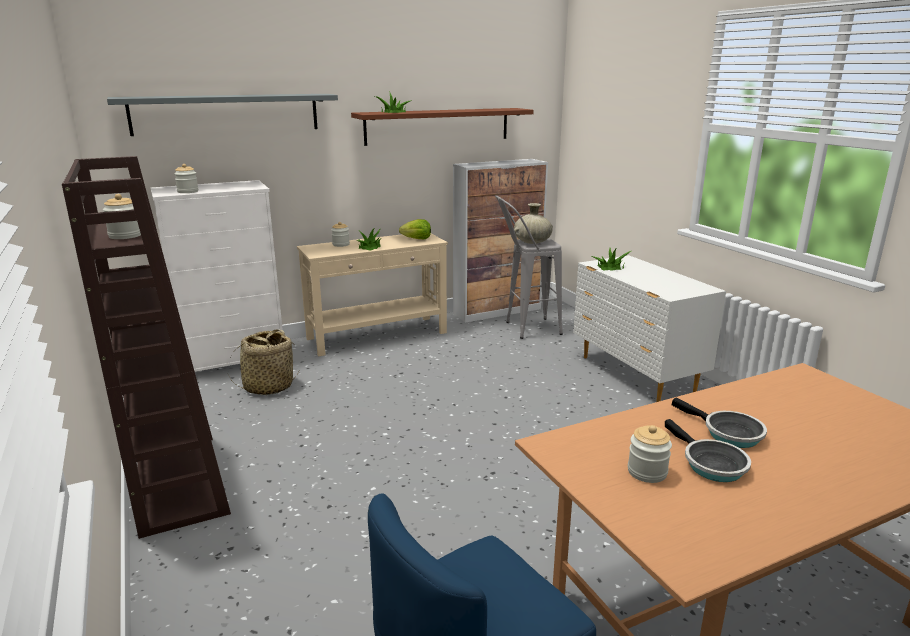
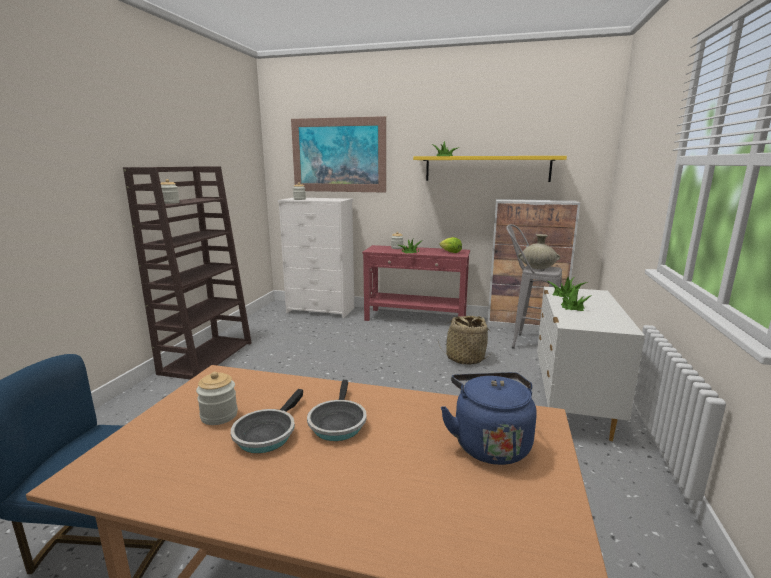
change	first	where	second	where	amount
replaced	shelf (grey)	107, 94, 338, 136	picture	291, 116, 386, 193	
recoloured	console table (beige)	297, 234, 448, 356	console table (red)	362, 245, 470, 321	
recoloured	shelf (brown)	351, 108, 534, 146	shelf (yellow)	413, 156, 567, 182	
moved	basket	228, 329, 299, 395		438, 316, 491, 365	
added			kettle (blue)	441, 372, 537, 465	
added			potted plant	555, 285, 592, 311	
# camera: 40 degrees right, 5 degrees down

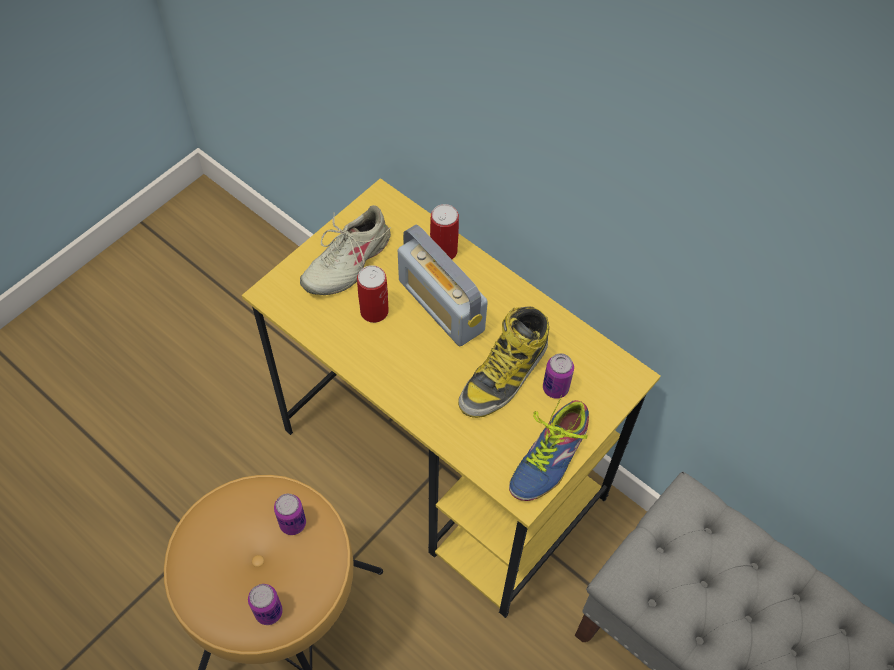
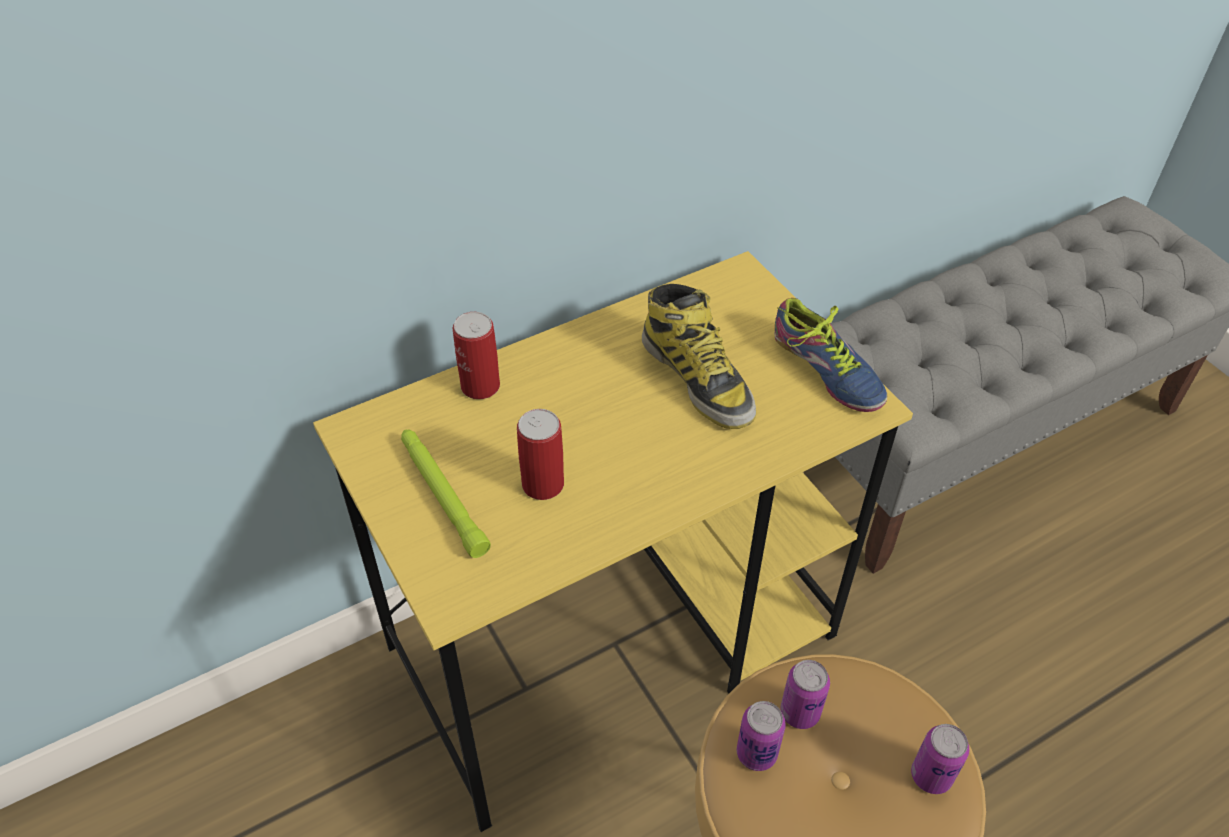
change	first	where	second	where	amount
replaced	shoe (beige)	300, 205, 391, 295	flashlight (green)	401, 430, 491, 558	
moved	can	543, 354, 574, 399		737, 701, 786, 771	
removed	radio	398, 225, 488, 346			
# camera: 70 degrees left, 10 degrees down

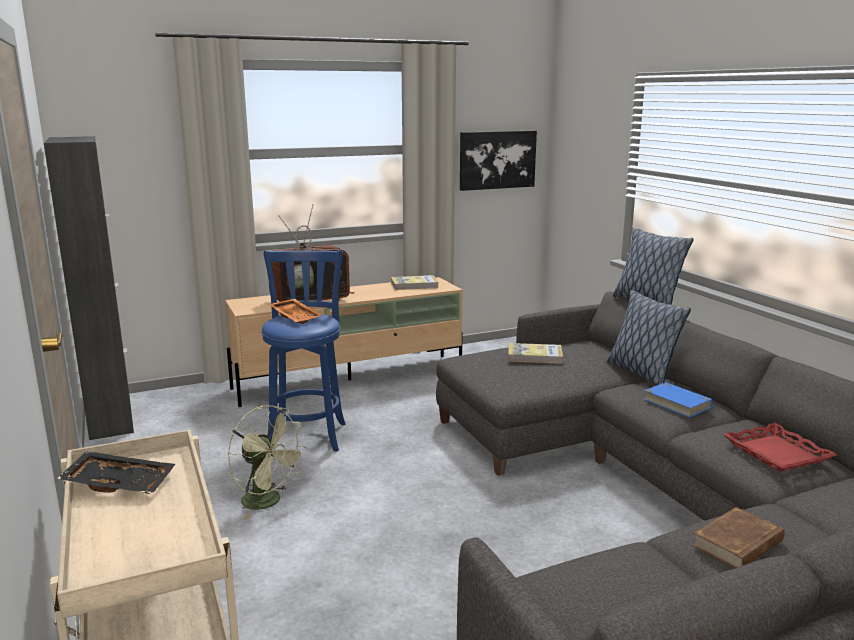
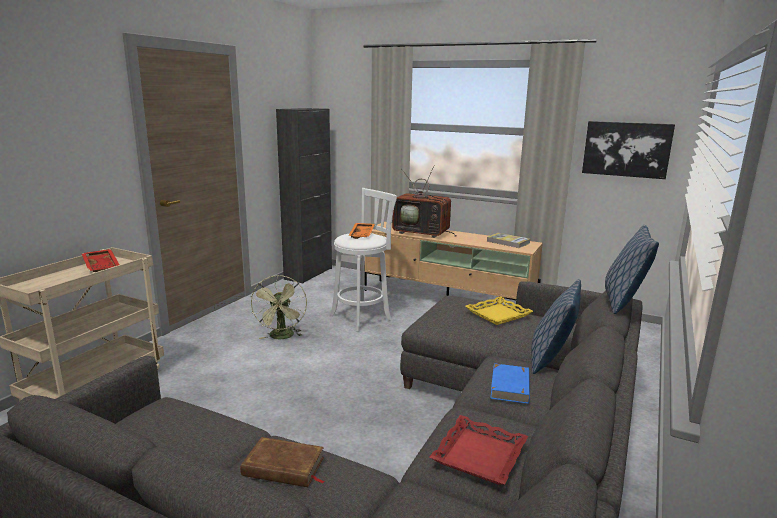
change	first	where	second	where	amount
recoloured	tray (black)	57, 451, 175, 494	tray (red)	81, 249, 119, 272	
recoloured	stool (blue)	261, 250, 346, 452	stool (white)	330, 188, 397, 331	
replaced	book	508, 343, 563, 364	tray (yellow)	465, 296, 533, 325	
# camera: 50 degrees right, 0 degrees up

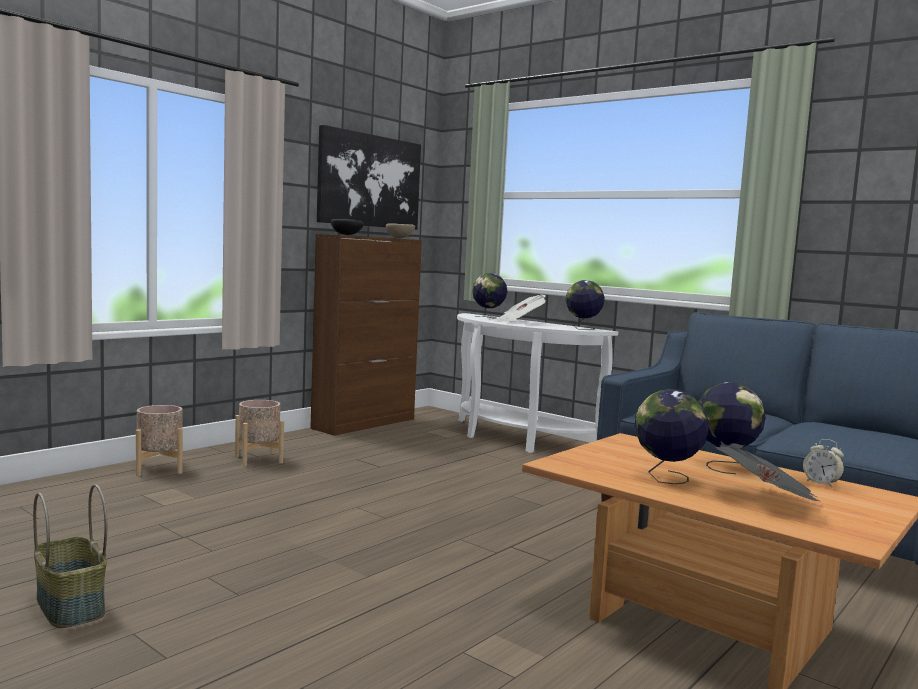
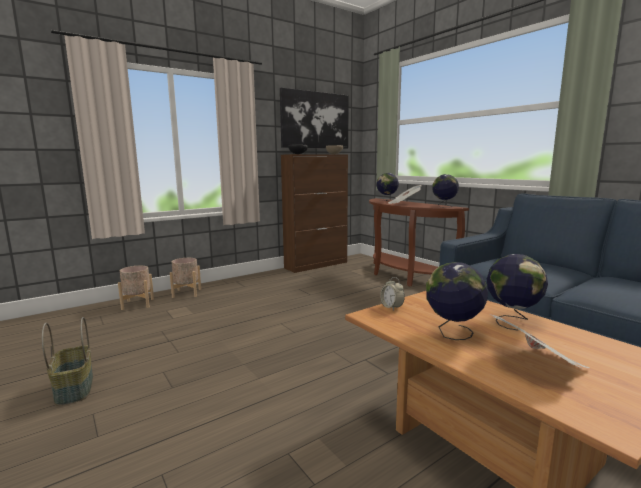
change	first	where	second	where	amount
moved	planter (beige)	235, 400, 284, 467		118, 266, 154, 310	
recoloured	console table (white)	457, 313, 618, 453	console table (brown)	369, 198, 469, 287	
moved	alarm clock	803, 439, 844, 487		380, 277, 405, 311	
# camera: 15 degrees right, 5 degrees up

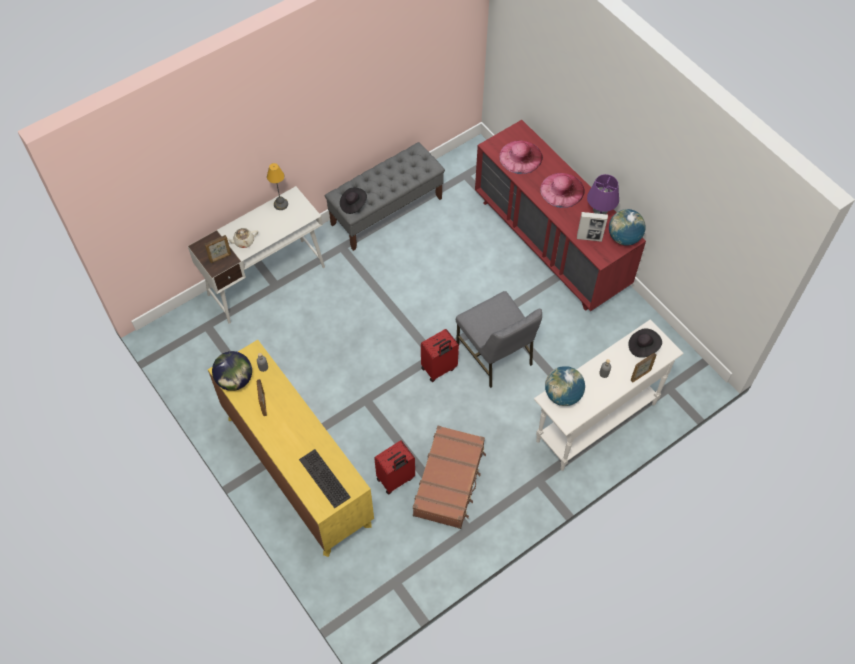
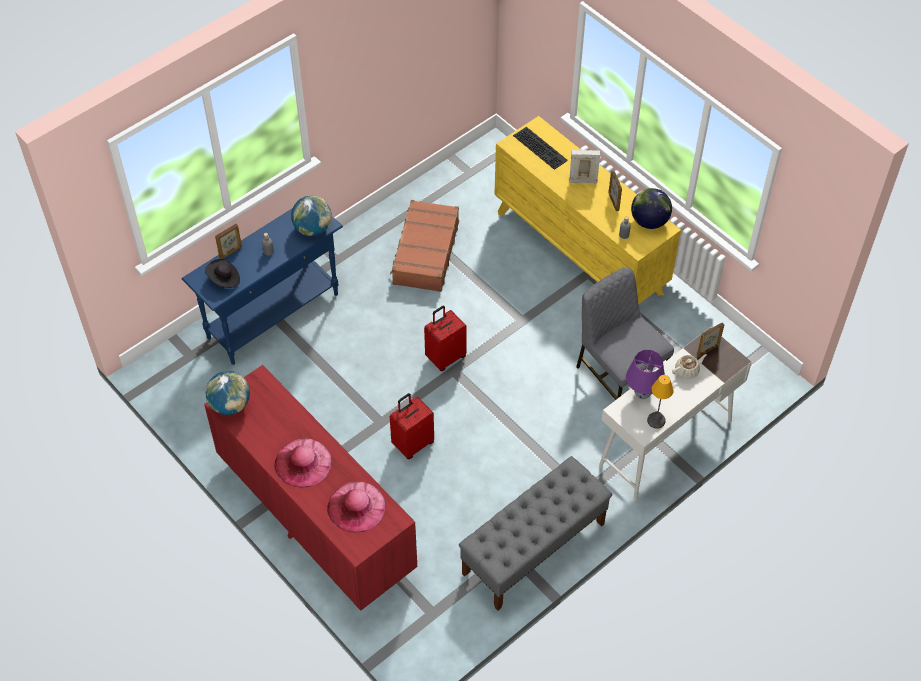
change	first	where	second	where	amount
recoloured	console table (white)	534, 319, 684, 471	console table (blue)	182, 209, 343, 365	
moved	suitcase (red)	374, 440, 415, 495		390, 393, 434, 459	
moved	picture frame	577, 212, 608, 242		570, 150, 600, 183	
moved	chair (grey)	456, 291, 542, 388		576, 268, 674, 400	
moved	table lamp (purple)	587, 174, 619, 214		626, 349, 665, 399	
removed	hat (black)	340, 188, 367, 214			
# camera: 175 degrees right, 5 degrees down

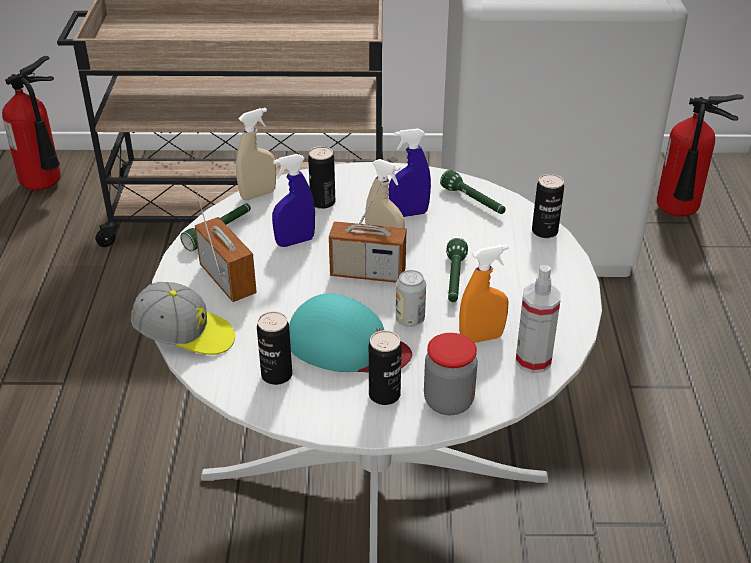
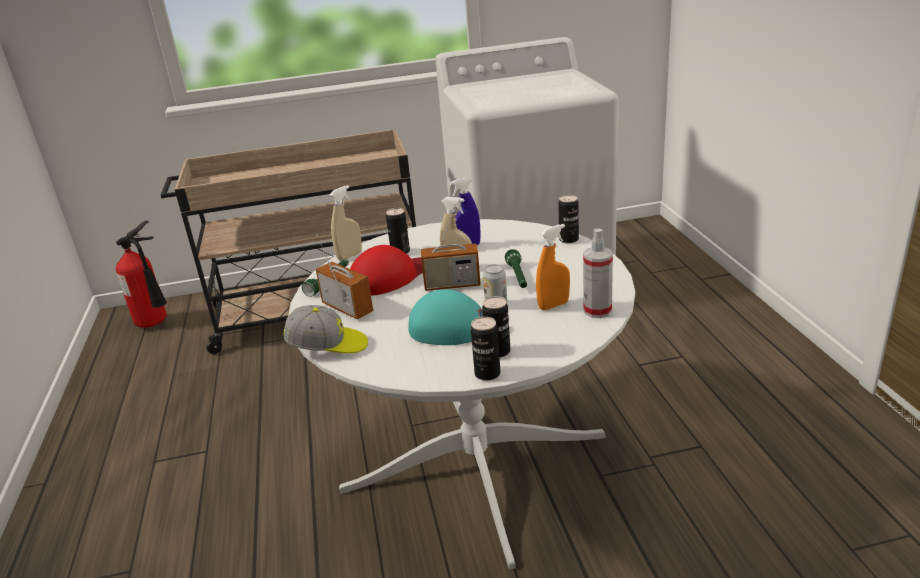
change	first	where	second	where	amount
replaced	spray bottle (blue)	272, 154, 315, 247	cap (red)	350, 245, 423, 296	
moved	can	257, 311, 292, 385		471, 317, 500, 381	
removed	jar	424, 333, 478, 415			
removed	flashlight (green)	440, 170, 506, 214			
removed	fire extinguisher	657, 94, 744, 217			
# camera: 10 degrees left, 10 degrees down

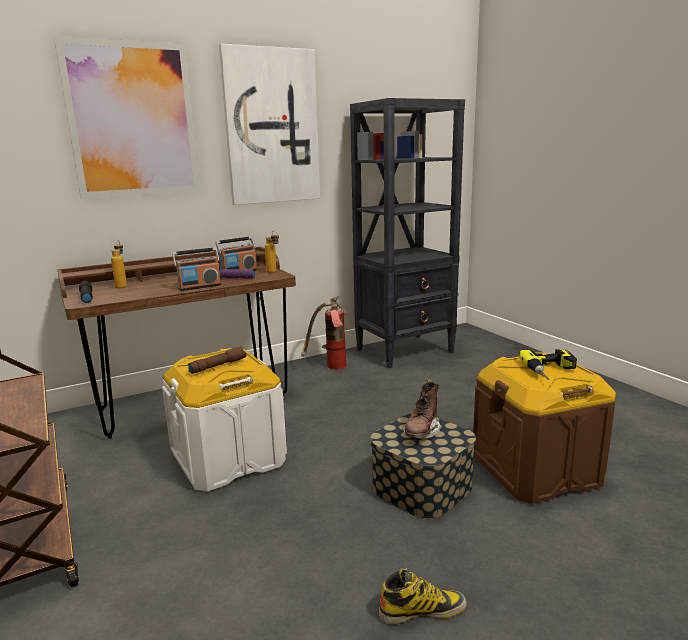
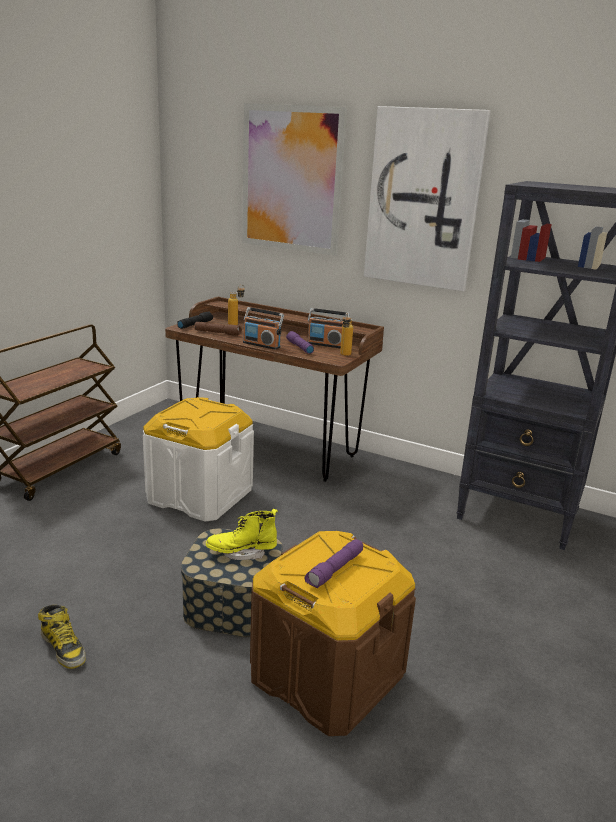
change	first	where	second	where	amount
moved	flashlight (brown)	188, 347, 246, 374		195, 322, 242, 336	
recoloured	boot (brown)	403, 379, 440, 439	boot (yellow)	206, 509, 278, 560	
replaced	power drill	519, 349, 577, 380	flashlight (purple)	305, 539, 363, 588	
removed	fire extinguisher	301, 296, 346, 370			
# camera: 55 degrees right, 5 degrees up

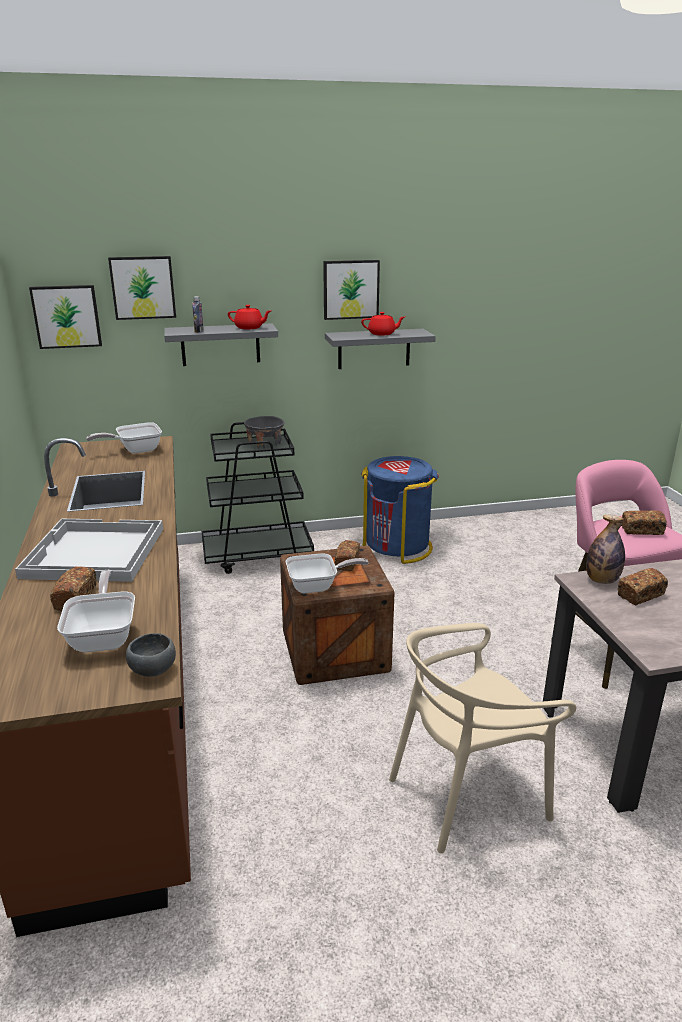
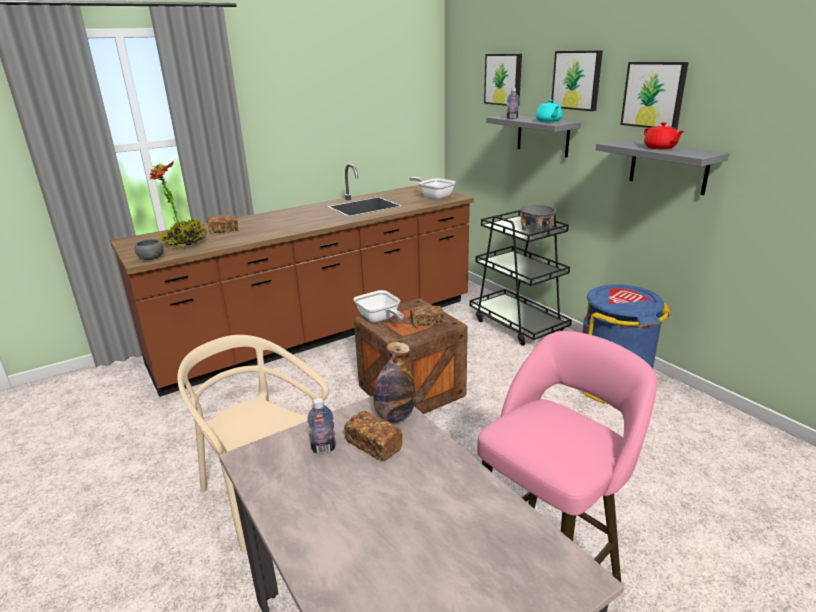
change	first	where	second	where	amount
replaced	frying pan	57, 570, 135, 652	potted plant	149, 161, 207, 248	
added			bottle	307, 398, 336, 454	
recoloured	teapot (red)	228, 305, 271, 330	teapot (turquoise)	536, 100, 563, 122	
moved	picture	29, 285, 102, 349		551, 50, 603, 111	
removed	tray (white)	15, 519, 163, 582			
removed	bread	621, 510, 667, 535			
# camera: 70 degrees right, 0 degrees up

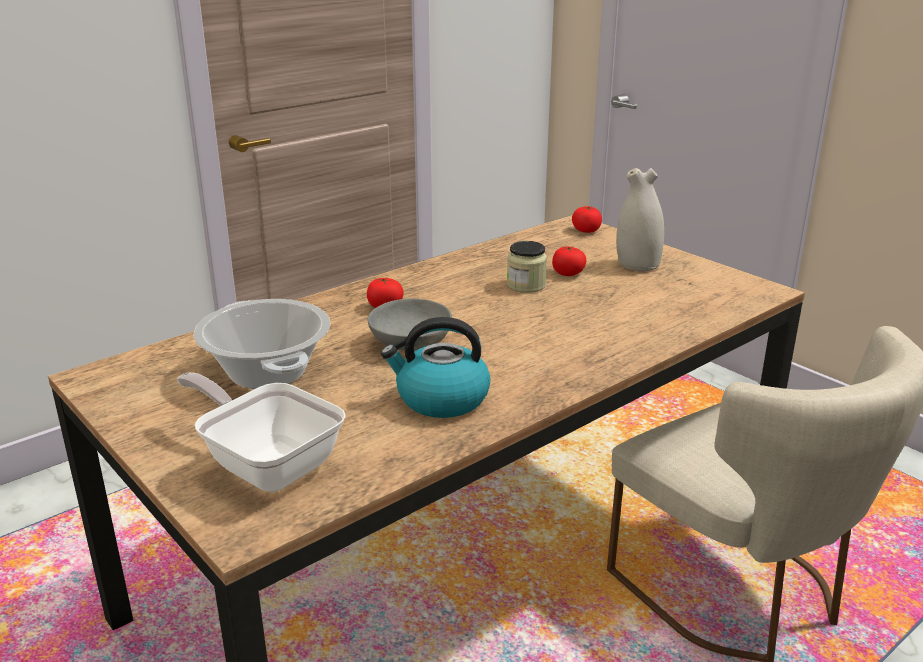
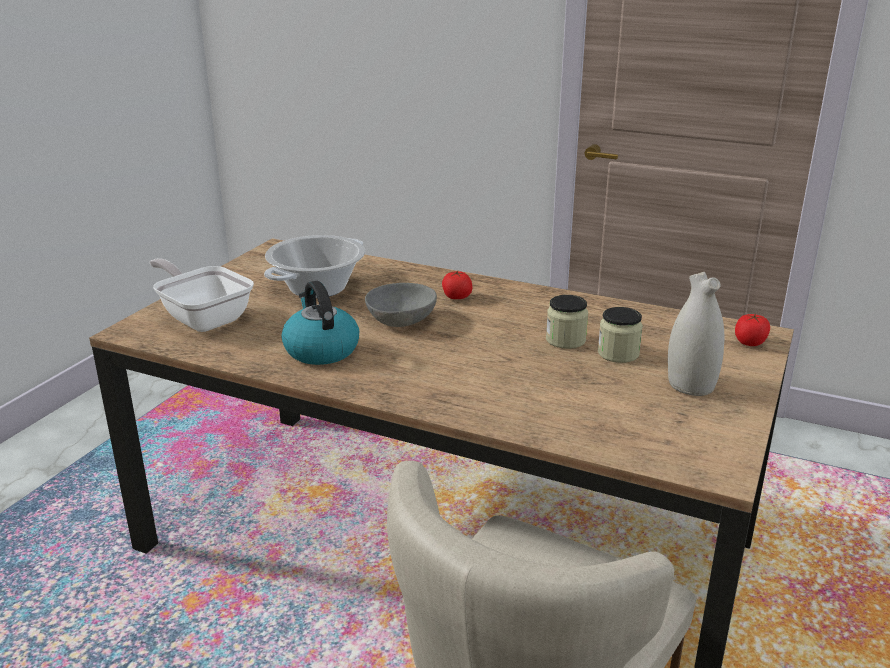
change	first	where	second	where	amount
turned	frying pan	177, 373, 346, 492		149, 258, 254, 332	60 degrees counterclockwise
replaced	tomato	552, 246, 586, 276	jar	598, 307, 643, 363	
# camera: 65 degrees right, 0 degrees up

